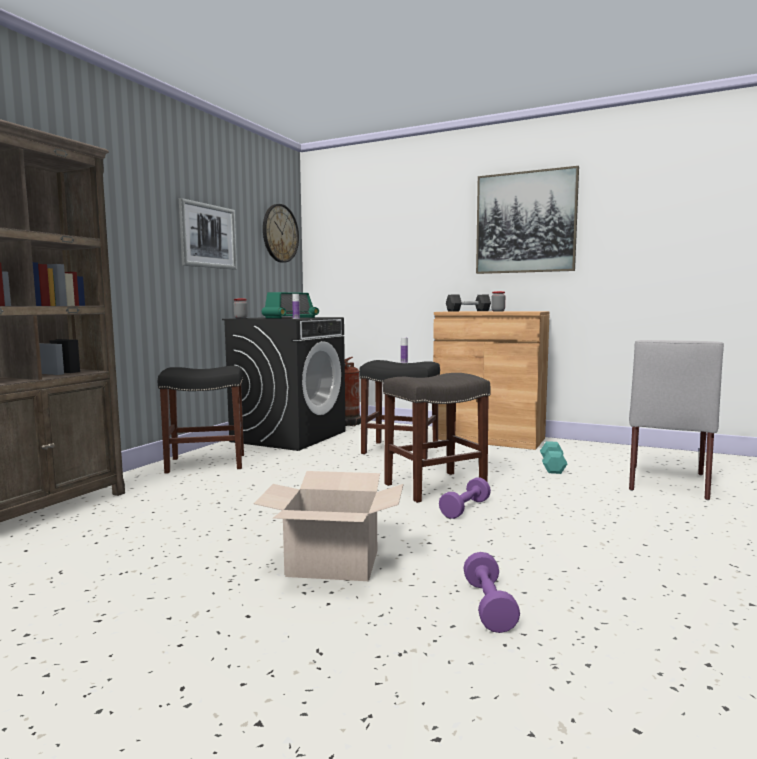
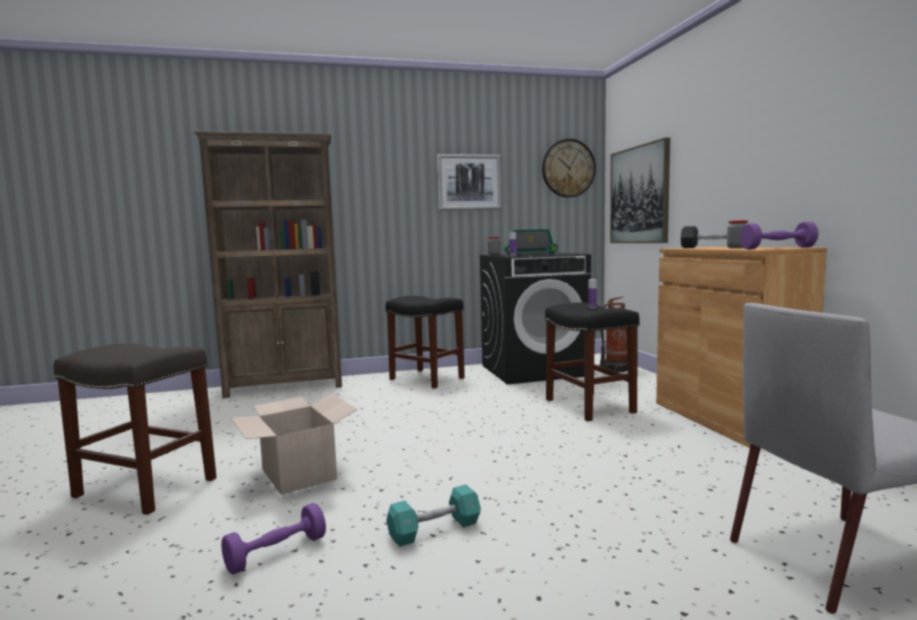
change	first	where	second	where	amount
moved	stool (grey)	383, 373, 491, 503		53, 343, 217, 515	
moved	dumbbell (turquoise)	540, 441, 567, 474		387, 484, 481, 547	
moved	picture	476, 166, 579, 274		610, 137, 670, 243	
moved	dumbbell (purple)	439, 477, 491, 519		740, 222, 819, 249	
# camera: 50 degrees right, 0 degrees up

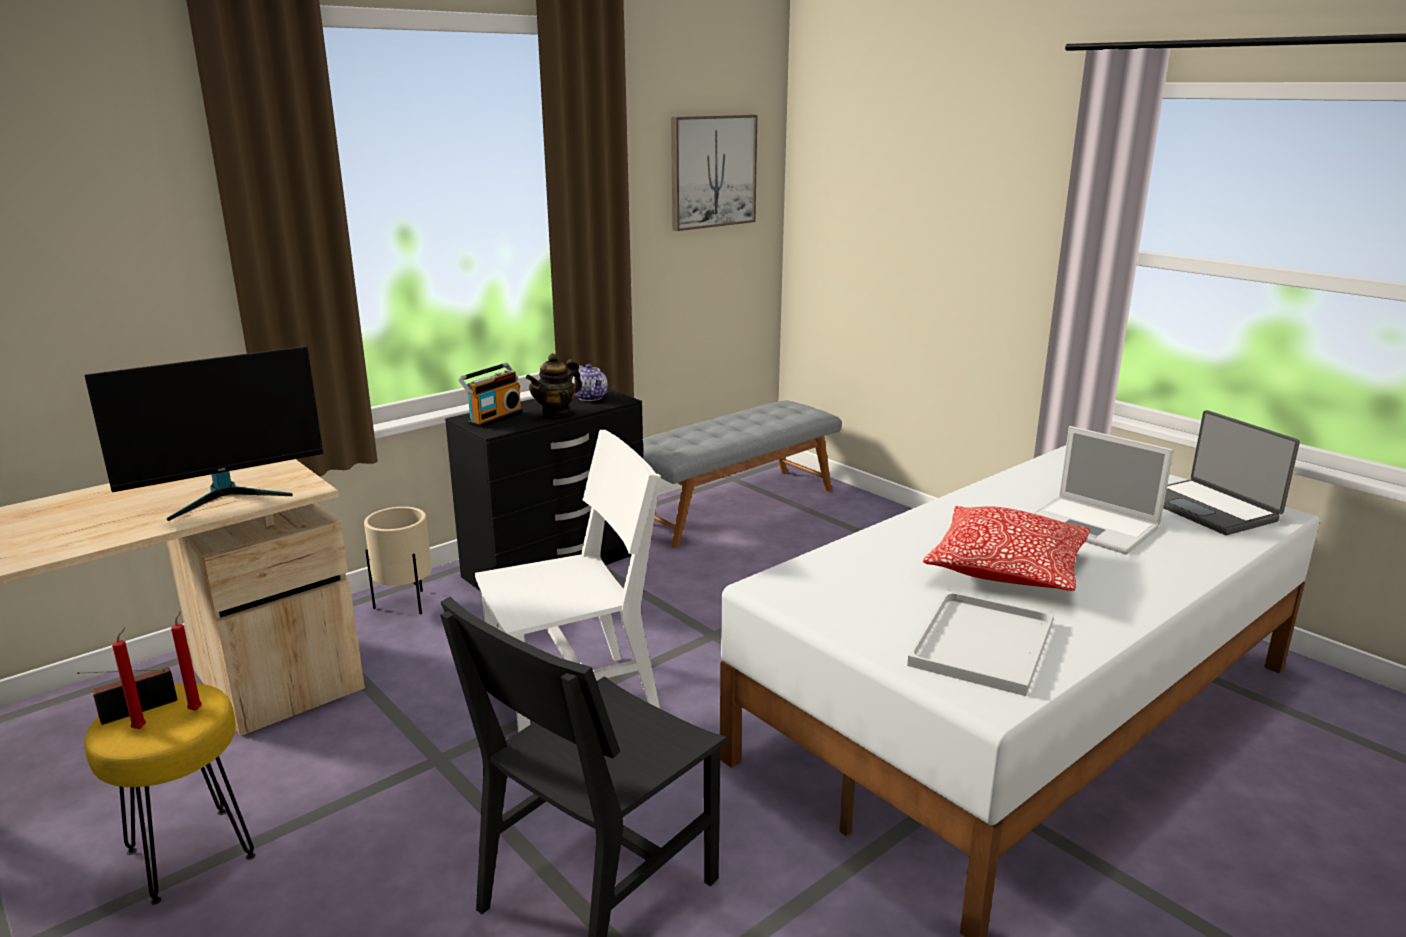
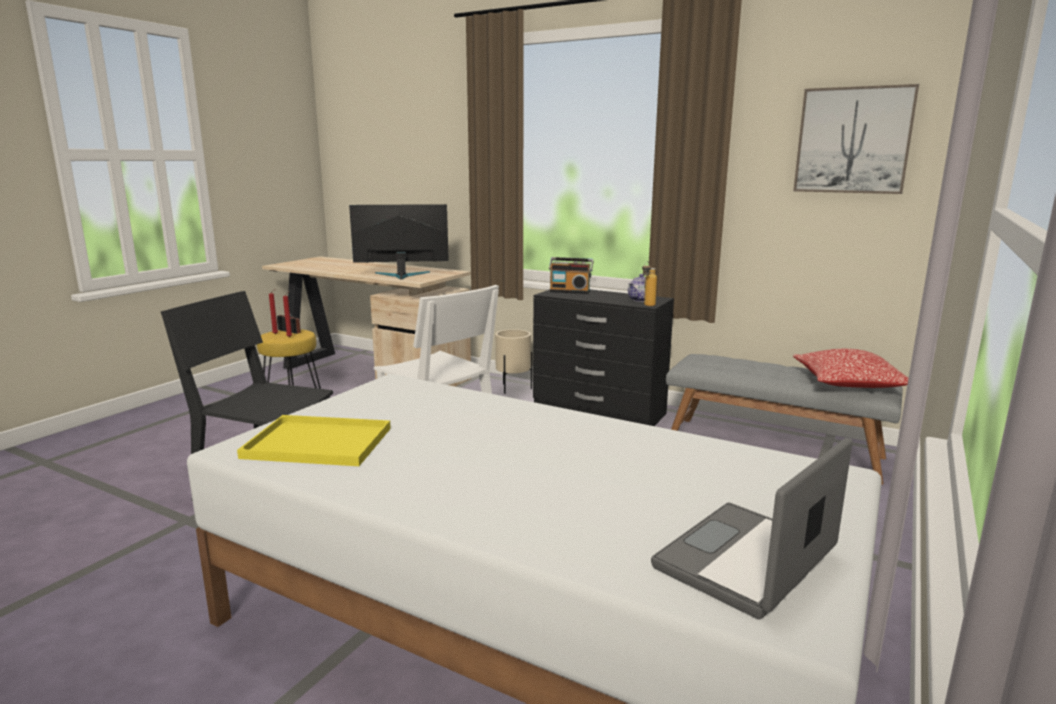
change	first	where	second	where	amount
recoloured	tray (white)	907, 591, 1054, 696	tray (yellow)	237, 415, 391, 466	
turned	monitor	84, 346, 323, 521		349, 204, 449, 280	135 degrees clockwise
added			bottle	642, 261, 657, 306	
moved	pillow	923, 506, 1090, 591		793, 349, 908, 388	
removed	teapot	526, 353, 582, 417			
removed	laptop	1033, 426, 1174, 555			
# camera: 70 degrees right, 5 degrees down

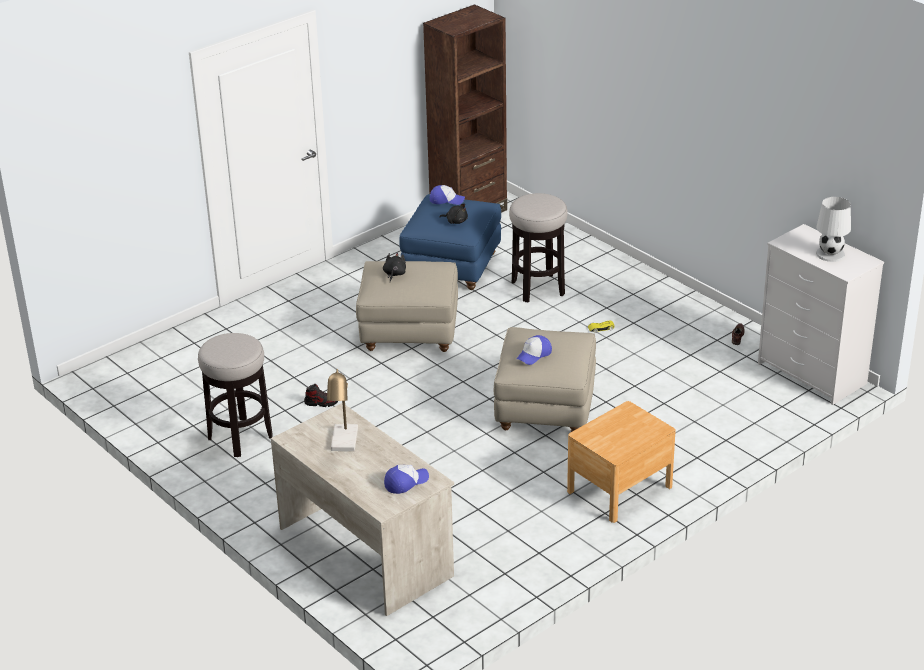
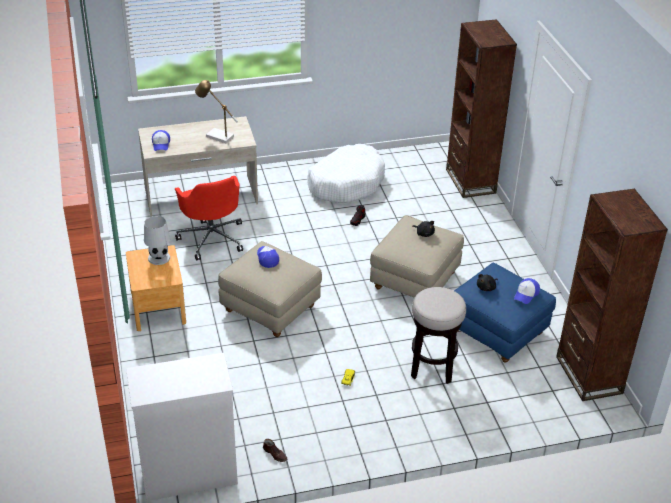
change	first	where	second	where	amount
moved	table lamp (white)	816, 197, 851, 262		144, 216, 170, 265	
added			office chair (red)	175, 176, 243, 261	
replaced	stool	198, 333, 273, 457	dog bed (white)	308, 144, 385, 203	
added			bookcase (brown)	446, 19, 517, 198	
# camera: 115 degrees right, 5 degrees up

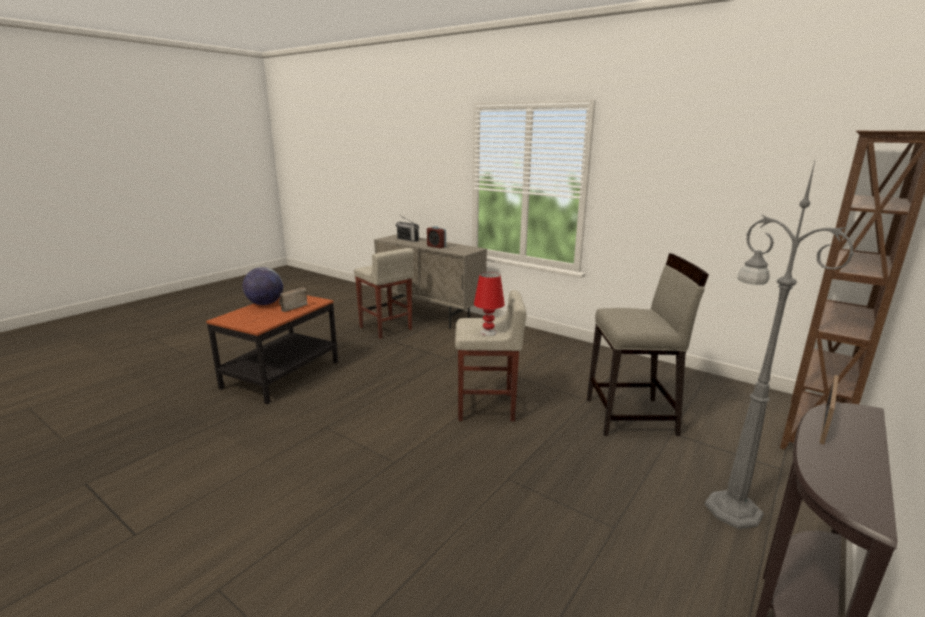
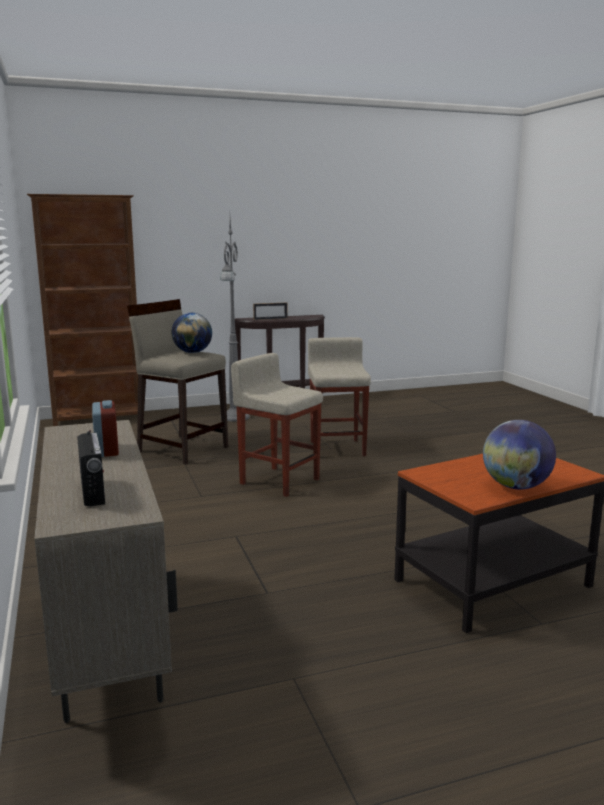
change	first	where	second	where	amount
added			globe	171, 313, 212, 353	
moved	stool (beige)	354, 248, 414, 339		308, 337, 371, 456	
removed	radio	279, 287, 307, 312			
removed	table lamp (red)	474, 272, 505, 336			
# camera: 145 degrees left, 5 degrees down

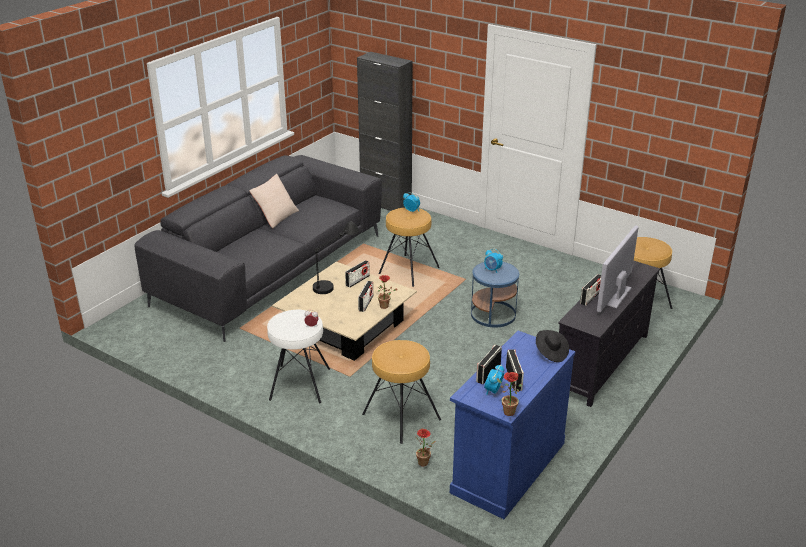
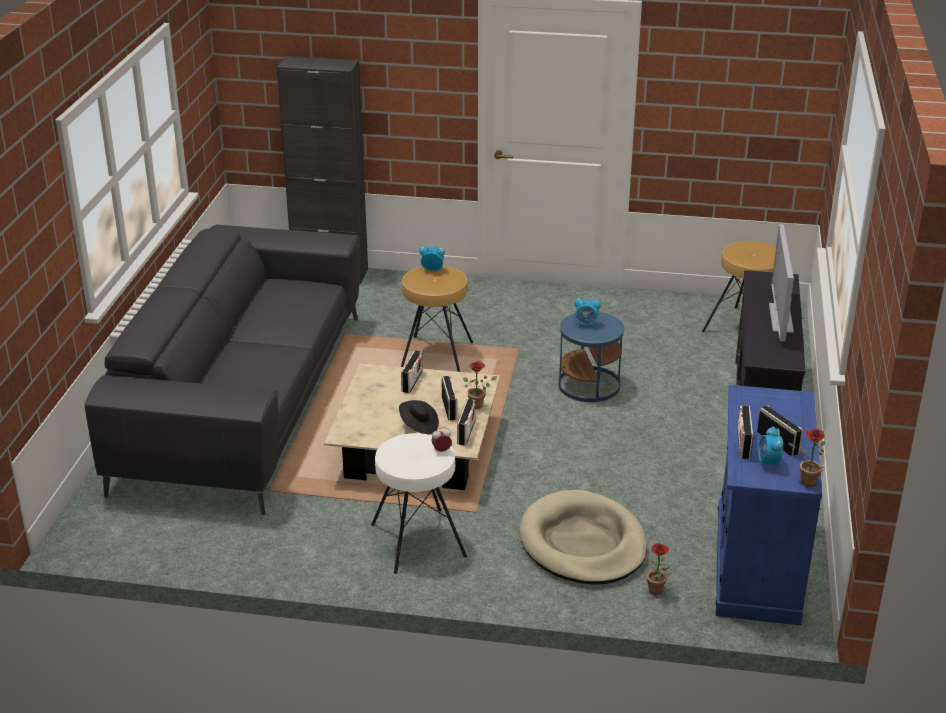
change	first	where	second	where	amount
moved	hat (black)	536, 330, 569, 362		399, 400, 439, 435	
moved	radio	580, 274, 601, 306		457, 399, 475, 445	
replaced	stool (brown)	362, 340, 441, 444	dog bed (beige)	519, 490, 647, 584	
removed	pillow (beige)	249, 174, 299, 228			
removed	table lamp (black)	313, 221, 359, 294			
# camera: 25 degrees left, 0 degrees up

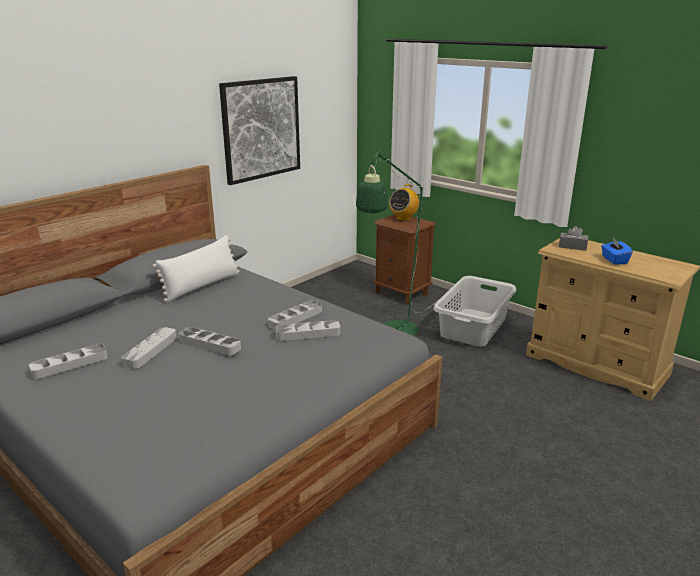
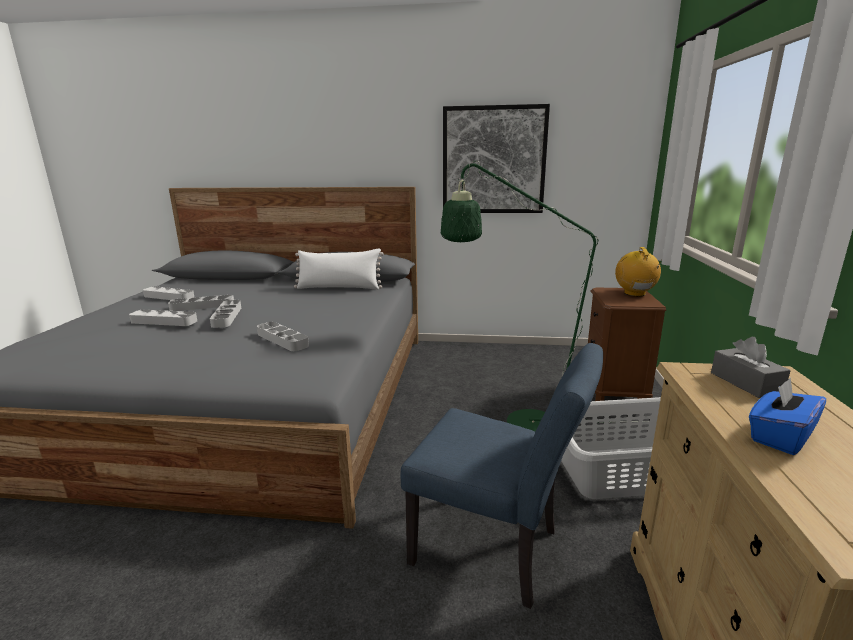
change	first	where	second	where	amount
moved	tray (grey)	268, 300, 322, 330		129, 310, 197, 326	
added			chair (blue)	401, 343, 603, 609	
turned	radio	389, 184, 419, 221		615, 247, 661, 297	90 degrees clockwise
# camera: 55 degrees right, 5 degrees down

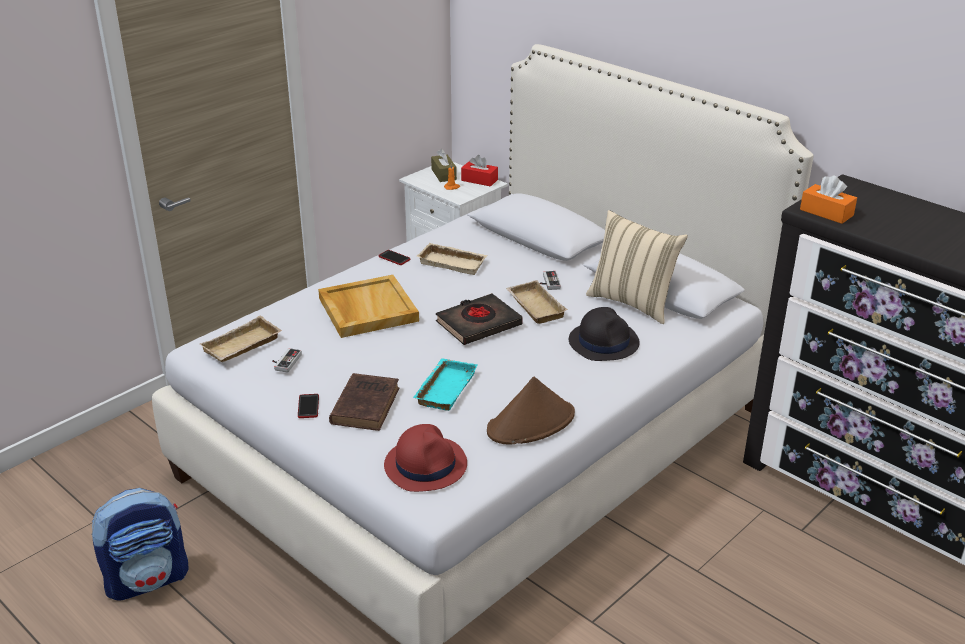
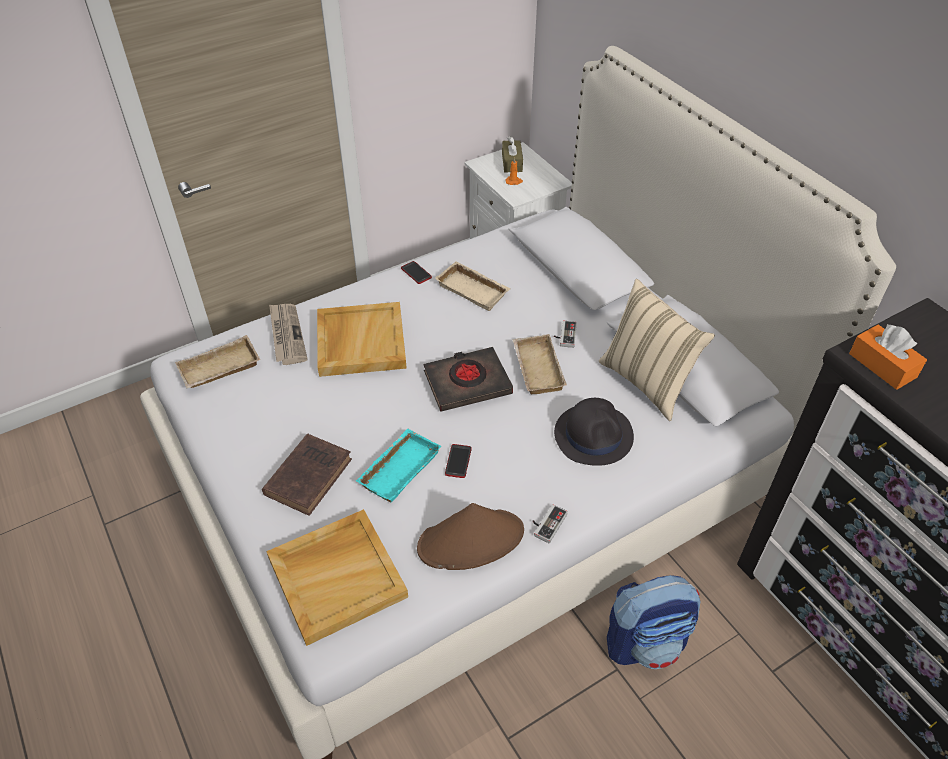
change	first	where	second	where	amount
replaced	hat (red)	384, 424, 467, 492	tray (beige)	266, 509, 408, 646	
added			newspaper	269, 304, 308, 365	
moved	phone	298, 394, 319, 418		445, 444, 472, 478	
moved	game controller	272, 348, 302, 373		533, 504, 568, 543	
moved	backpack	91, 488, 189, 601		607, 575, 701, 669	
removed	tissue box (red)	461, 155, 498, 187			
# camera: 15 degrees right, 15 degrees up

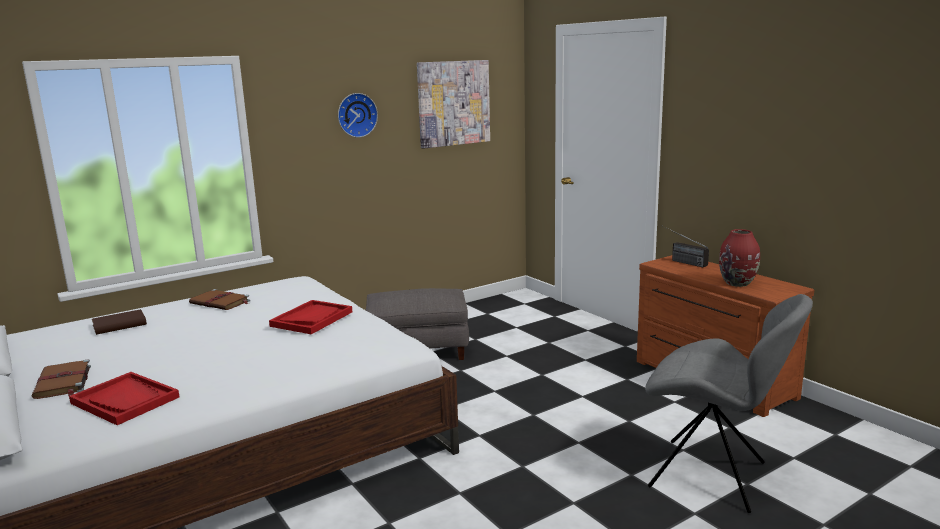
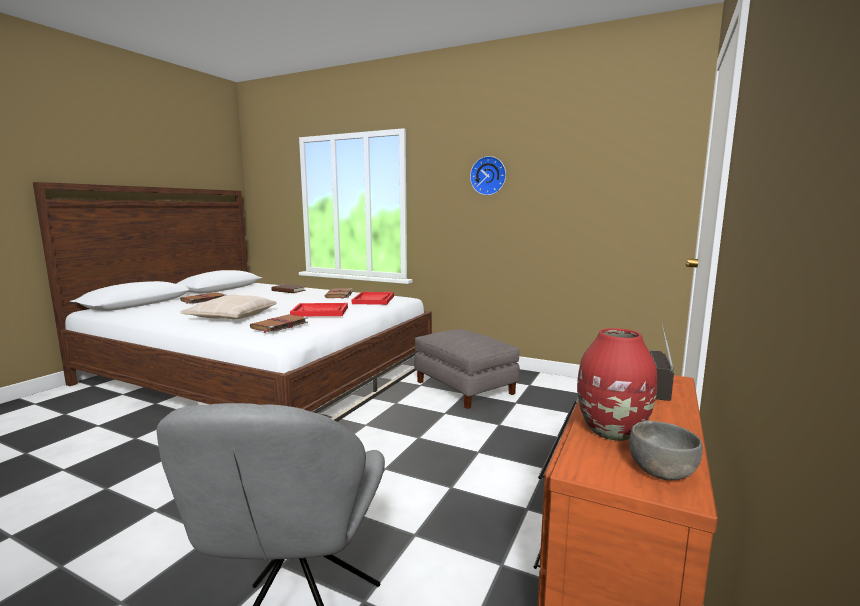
change	first	where	second	where	amount
added			pillow (beige)	181, 295, 276, 319	
added			book (brown)	250, 314, 308, 333	
moved	tray (red)	69, 372, 179, 425		352, 292, 394, 305	
added			bowl (grey)	629, 421, 703, 480	
removed	picture	417, 60, 490, 149			
# camera: 60 degrees right, 5 degrees down

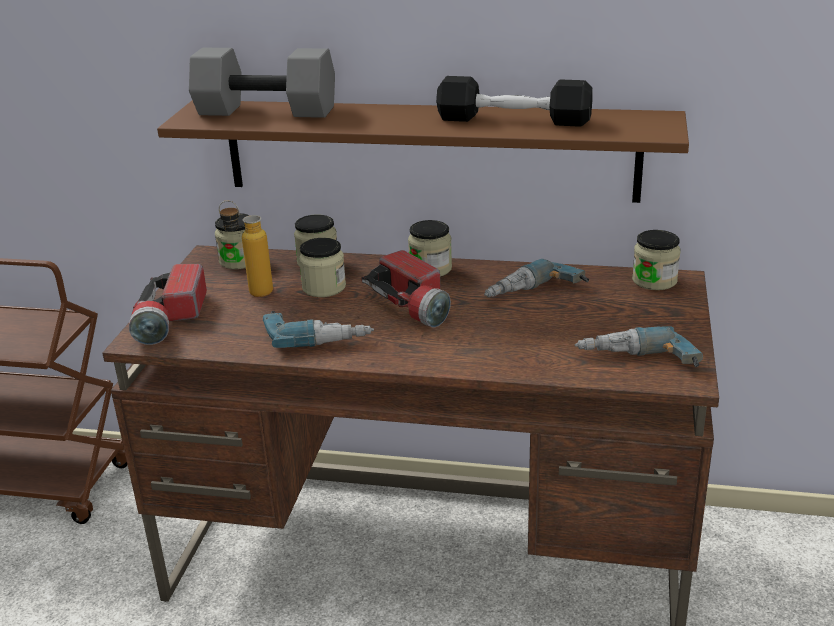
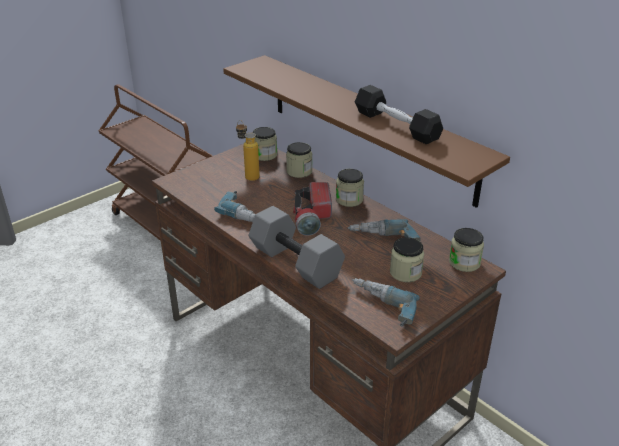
change	first	where	second	where	amount
moved	dumbbell (grey)	189, 48, 335, 118		248, 206, 345, 289	
moved	jar	299, 238, 346, 297		390, 237, 424, 282	
removed	flashlight	129, 264, 207, 345			
# camera: 35 degrees right, 5 degrees up

